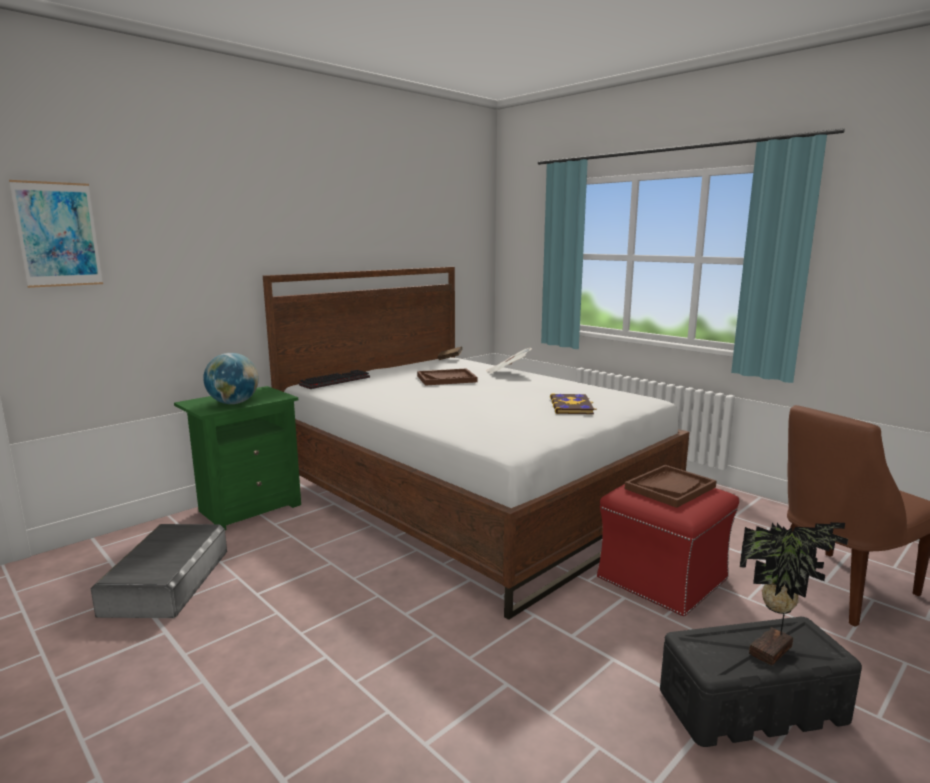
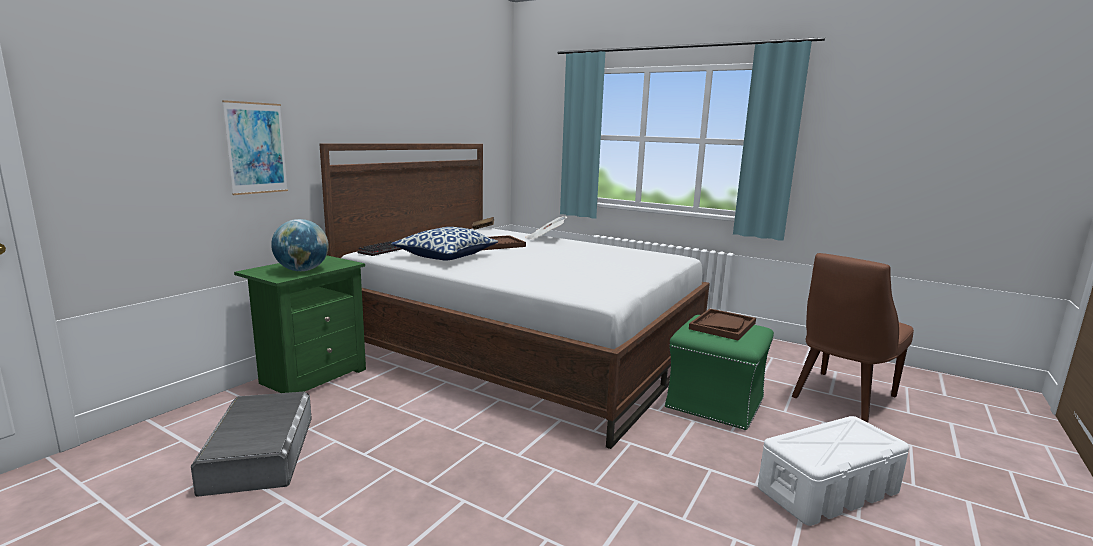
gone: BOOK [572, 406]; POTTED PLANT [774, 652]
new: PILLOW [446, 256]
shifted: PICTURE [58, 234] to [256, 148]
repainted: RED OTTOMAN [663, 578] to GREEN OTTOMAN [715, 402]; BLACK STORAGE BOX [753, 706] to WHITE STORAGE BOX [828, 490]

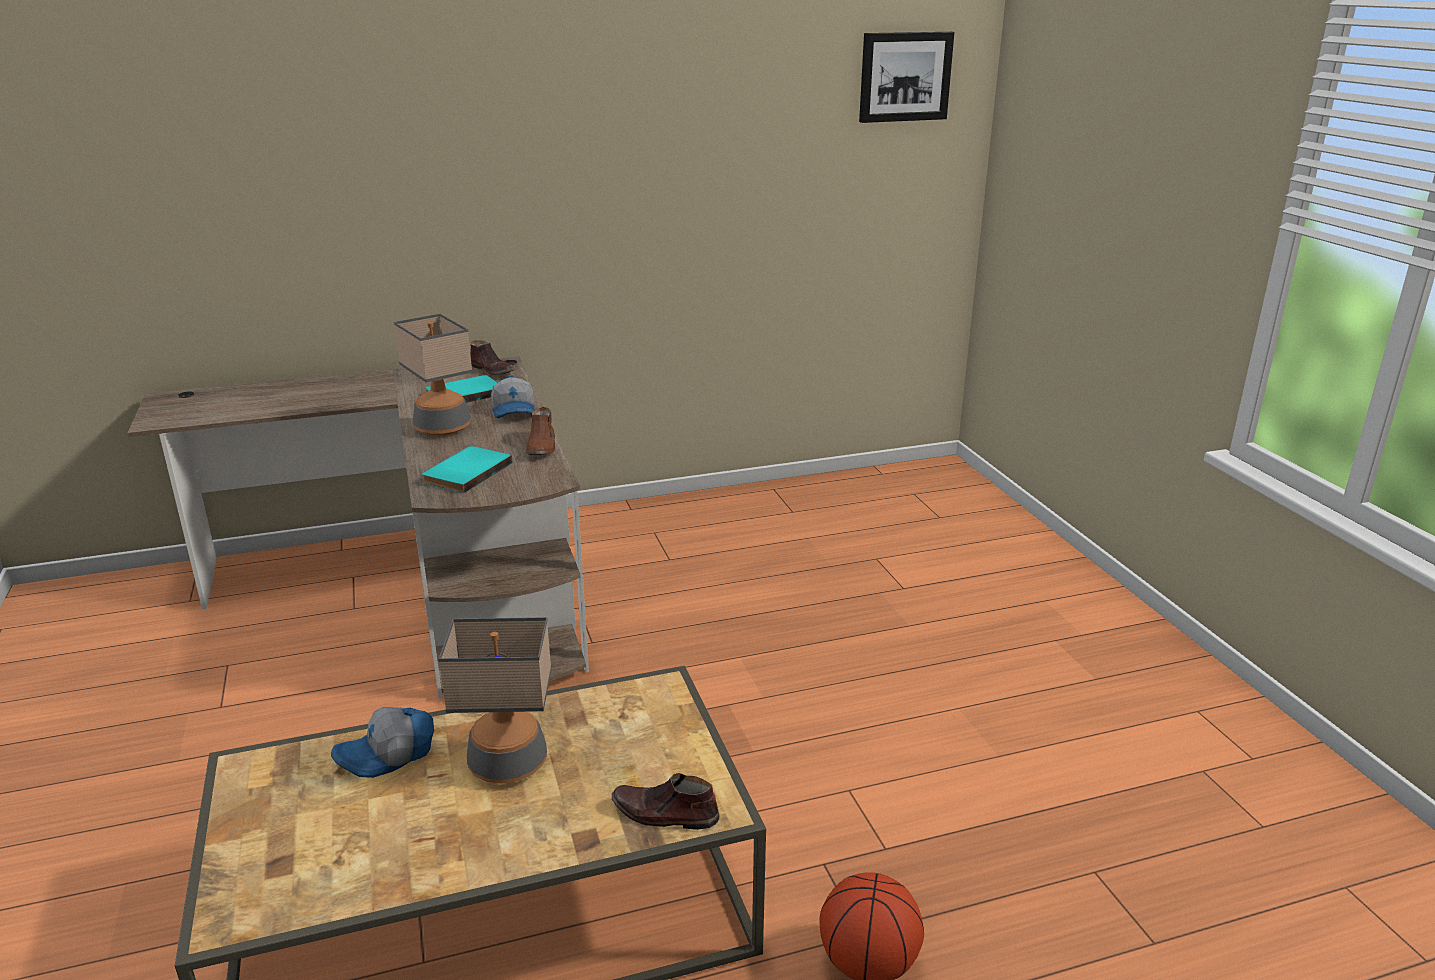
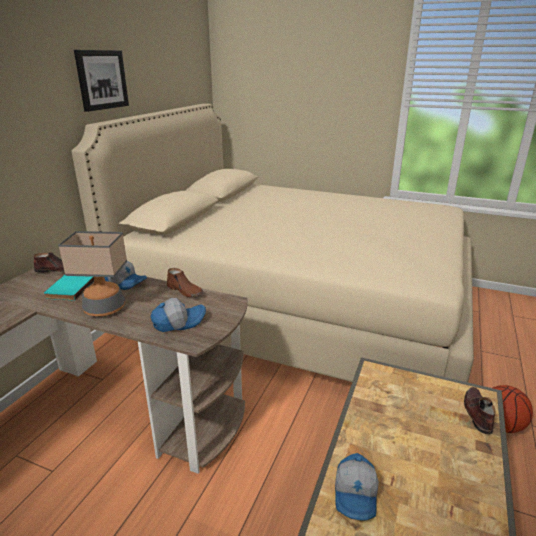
gone: TABLE LAMP [507, 763]
new: BEIGE BED [298, 309]
shifted: PICTURE [904, 77] to [101, 80]
swapped: TURQUOISE BOOK [465, 472] to CAP [178, 322]
rotated: BROWN SHOE [664, 814] = [477, 413] 135 degrees clockwise

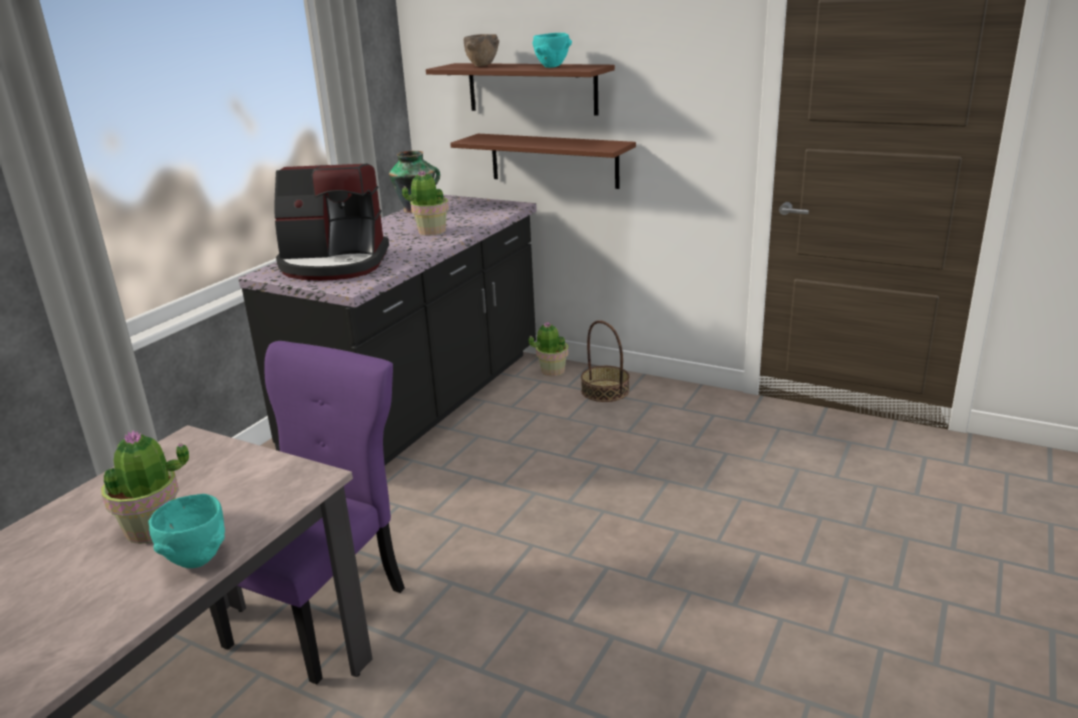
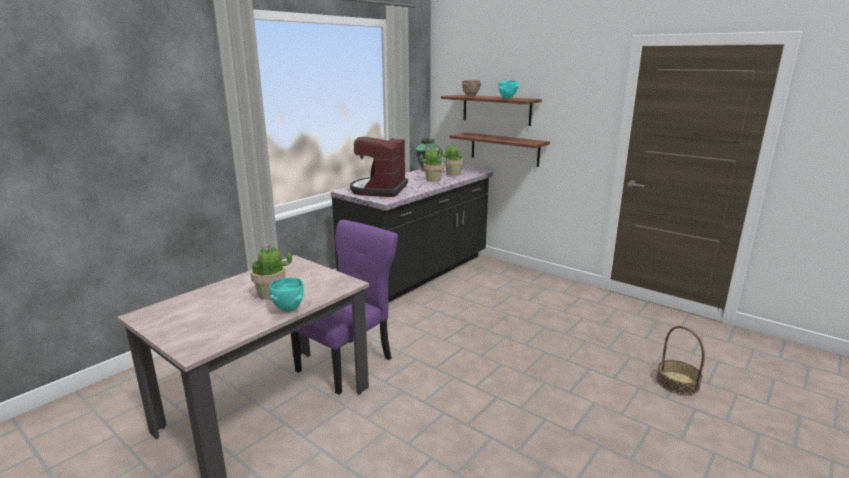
shifted: POTTED PLANT [552, 371] to [453, 174]; BASKET [605, 391] to [677, 383]
rotated: COFFEE MACHINE [334, 264] = [379, 190] 90 degrees clockwise

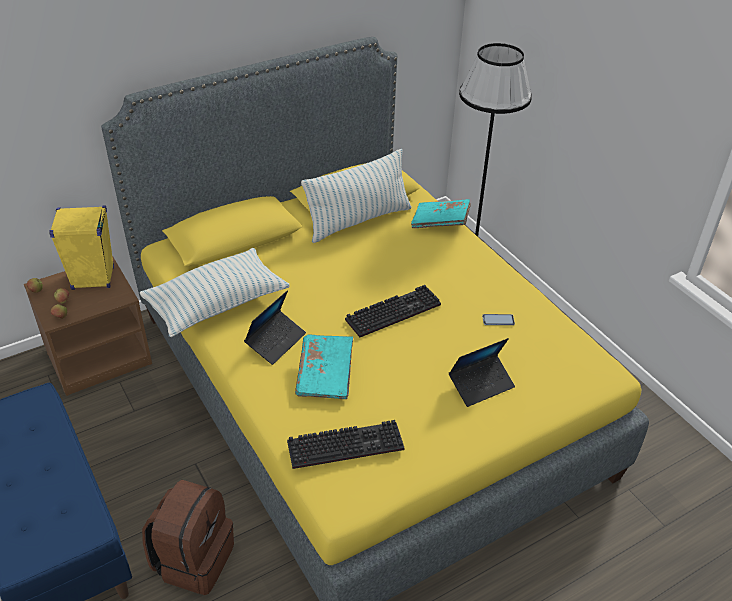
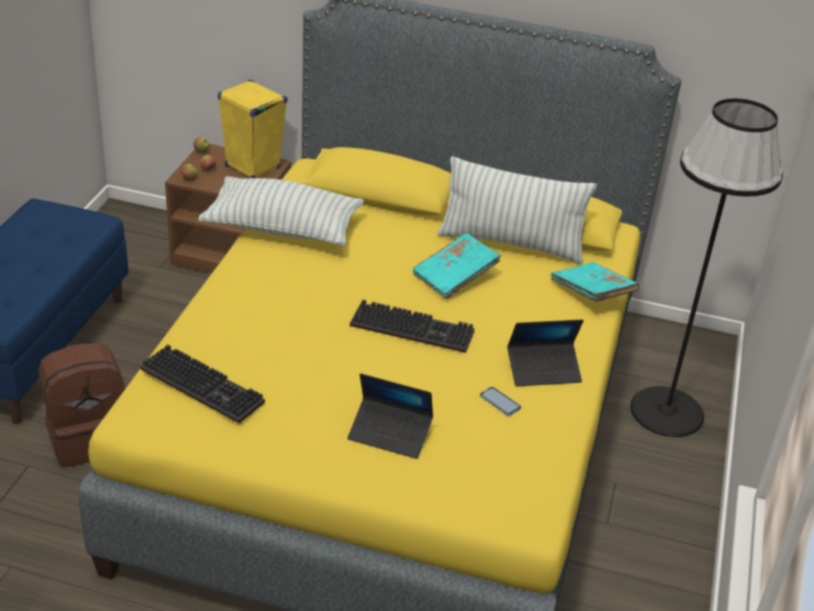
shifted: LAPTOP [276, 341] to [543, 370]; TURQUOISE BOOK [325, 375] to [455, 276]

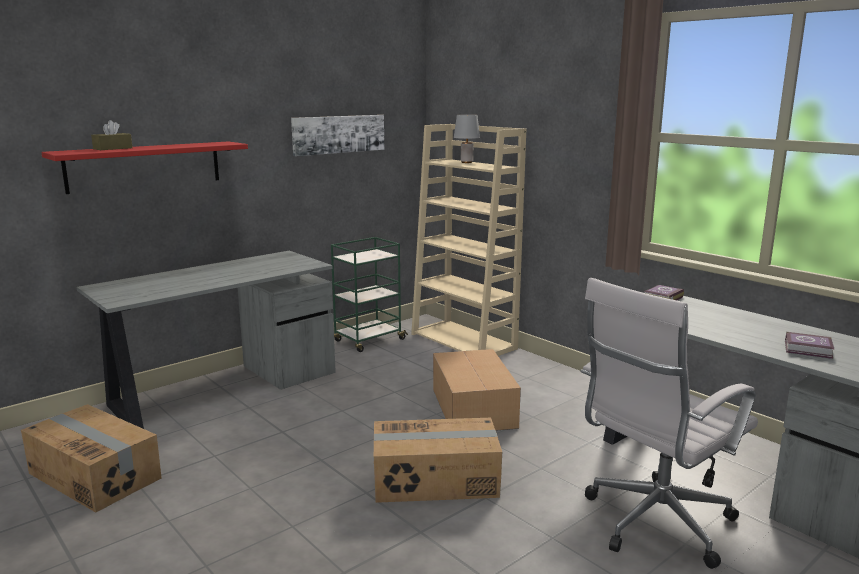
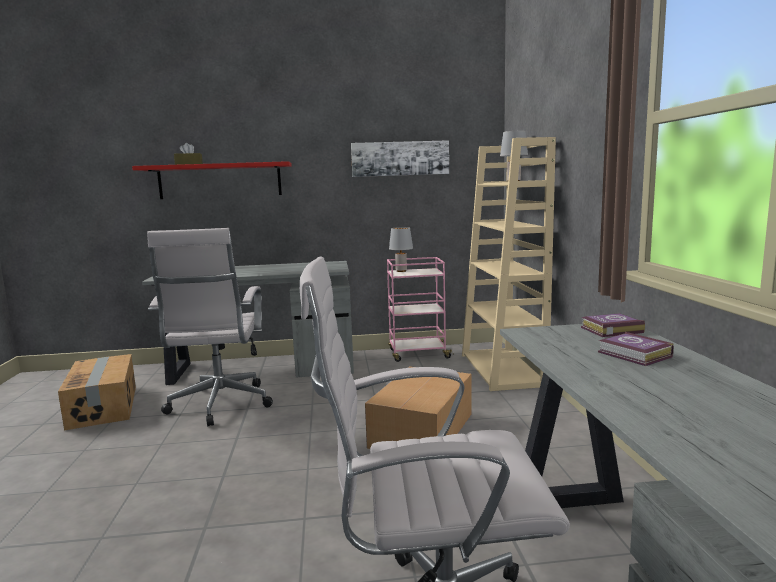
gone: CARDBOARD BOX [435, 480]
new: WHITE OFFICE CHAIR [219, 406]; GREY TABLE LAMP [401, 271]
shifted: BOOK [809, 350] to [635, 355]
repainted: GREEN CART [368, 340] to PINK CART [417, 354]

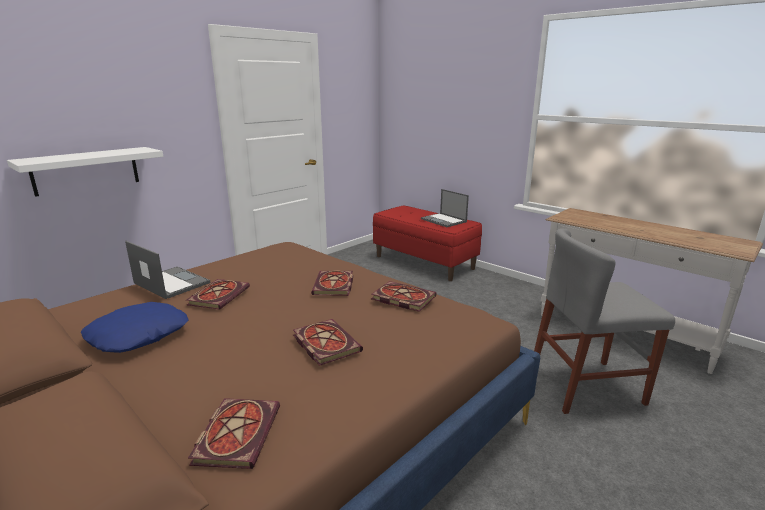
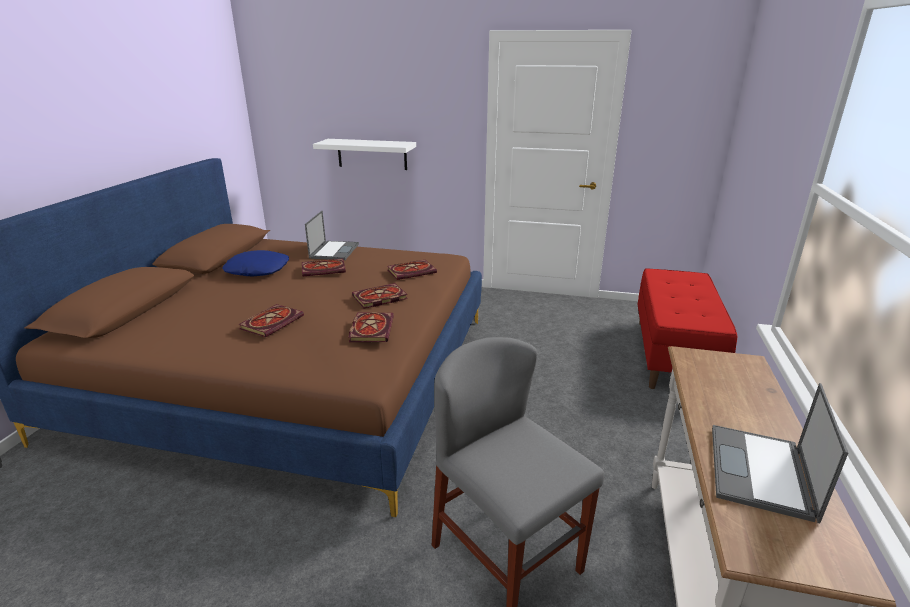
shifted: BOOK [237, 433] to [412, 271]; LAPTOP [444, 220] to [761, 472]

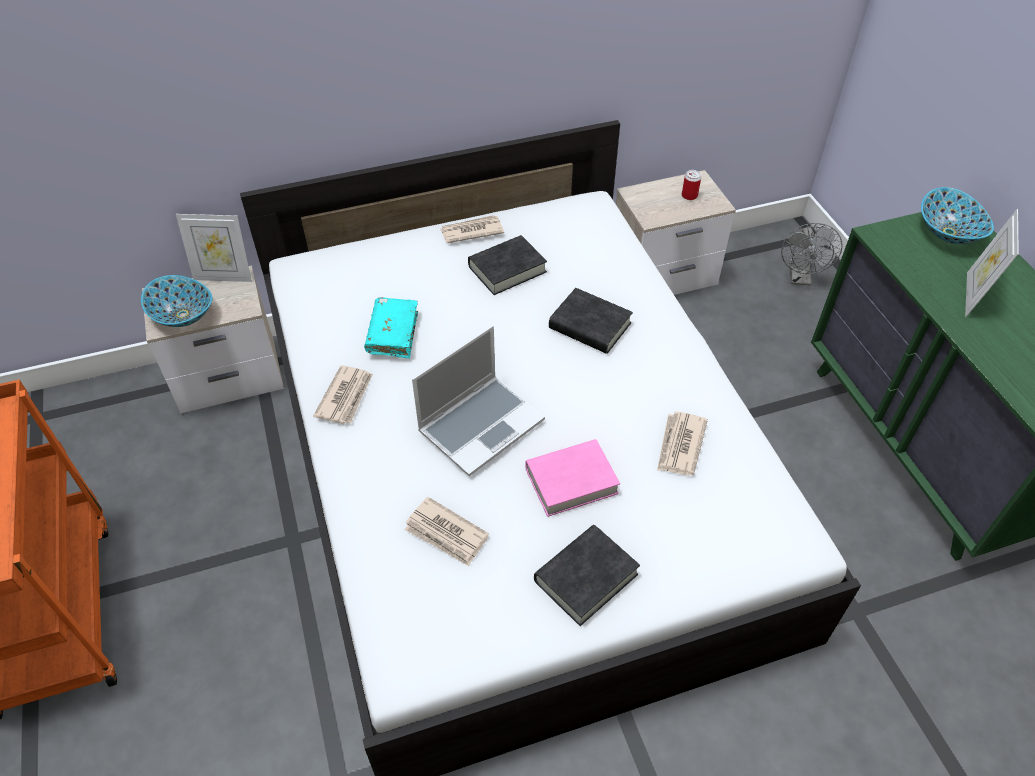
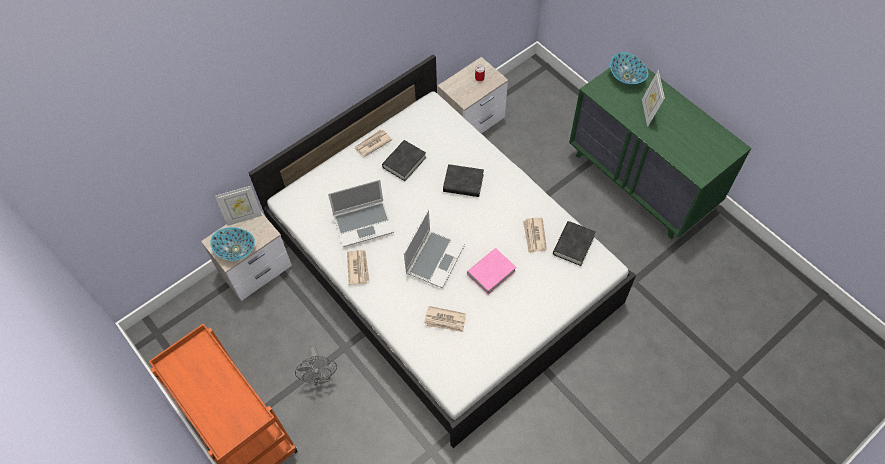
shifted: BLACK BOOK [586, 578] to [573, 245]; GREY FAN [800, 278] to [320, 376]
swapped: TURQUOISE BOOK [393, 334] to LAPTOP [364, 223]

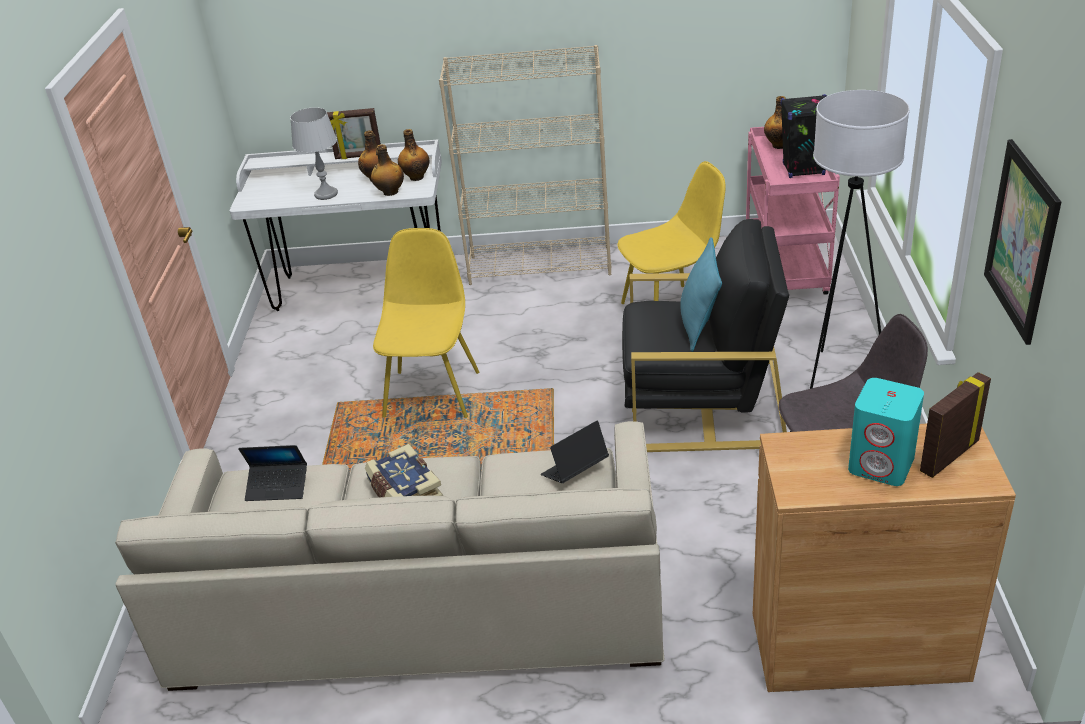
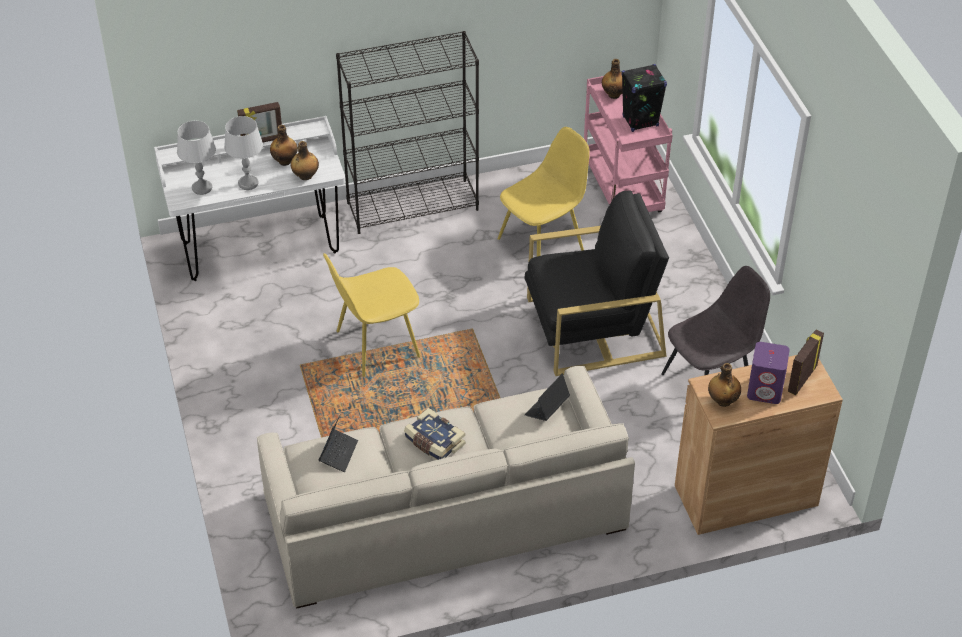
gone: TURQUOISE PILLOW [699, 326]; WHITE FLOOR LAMP [837, 378]; PICTURE [1021, 241]
new: GREY TABLE LAMP [201, 188]
shifted: BOTTLE [416, 177] to [722, 400]
repainted: BEIGE BOOKCASE [541, 265] to BLACK BOOKCASE [413, 206]; TURQUOISE SPEAKER [882, 464] to PURPLE SPEAKER [765, 390]
rotated: LAPTOP [278, 487] = [338, 453] 60 degrees counterclockwise; YELLOW CHAIR [432, 392] = [375, 345] 105 degrees counterclockwise

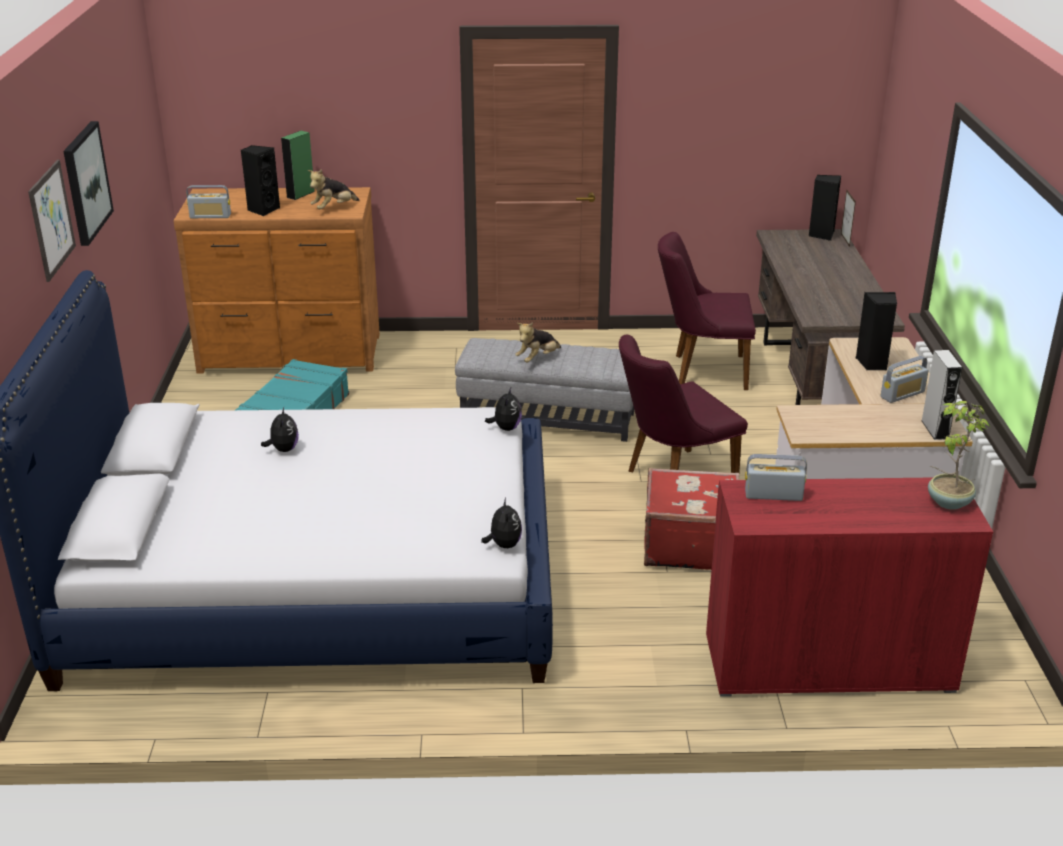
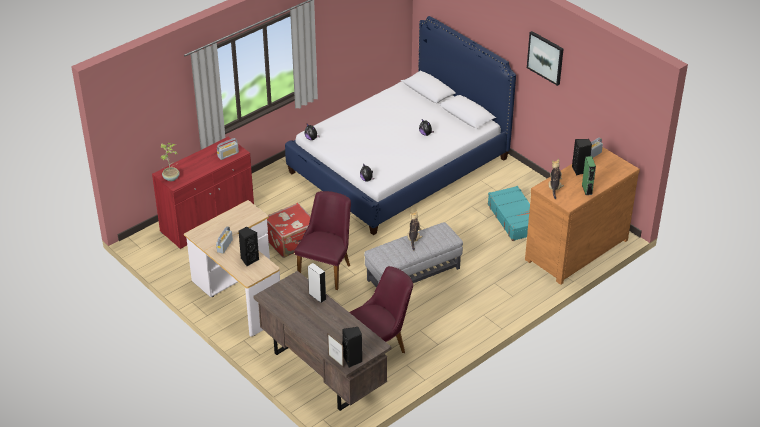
gone: PICTURE [51, 220]
shifted: GREY SPEAKER [935, 429] to [317, 296]

